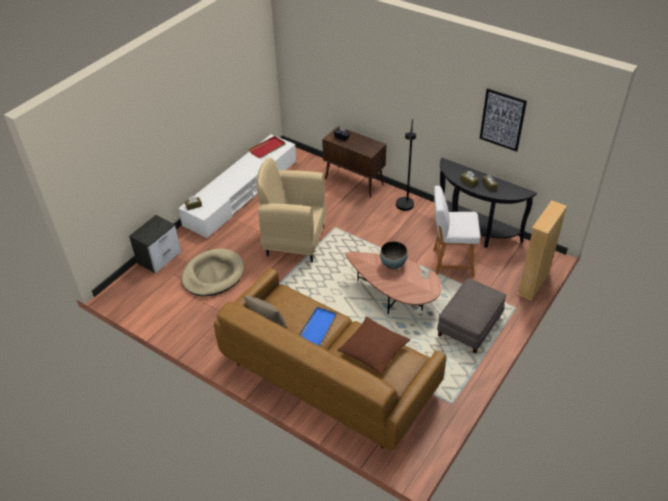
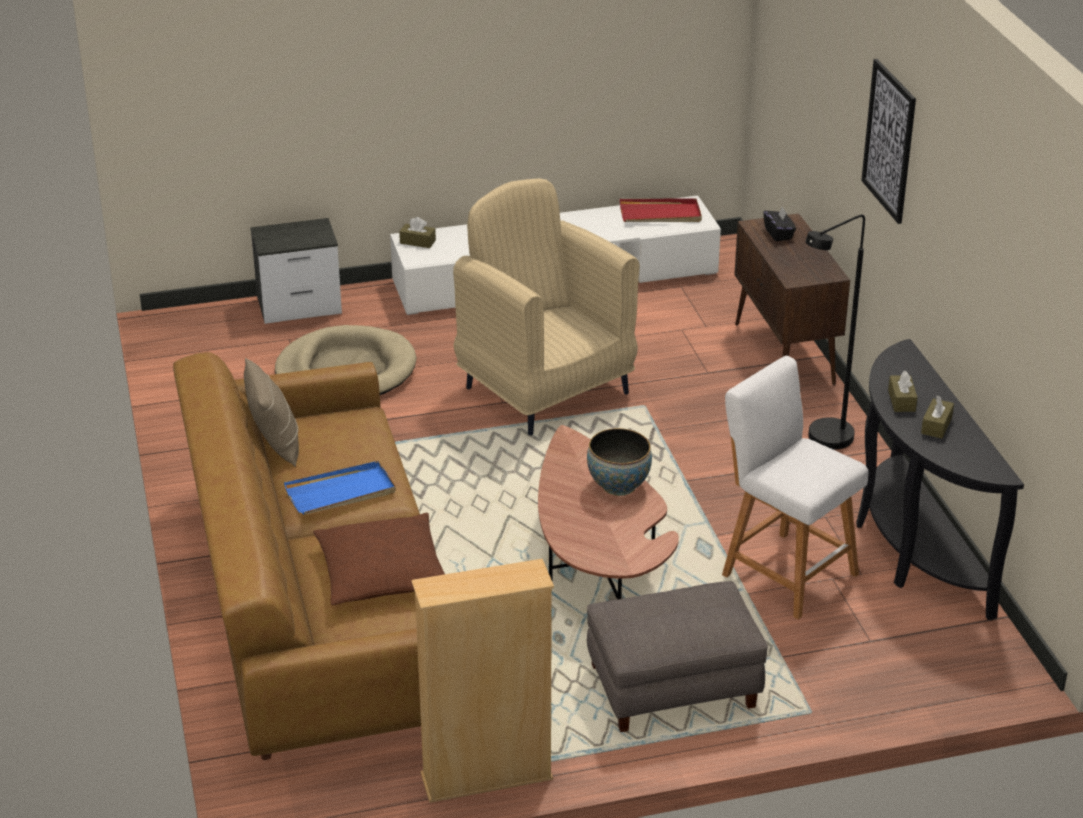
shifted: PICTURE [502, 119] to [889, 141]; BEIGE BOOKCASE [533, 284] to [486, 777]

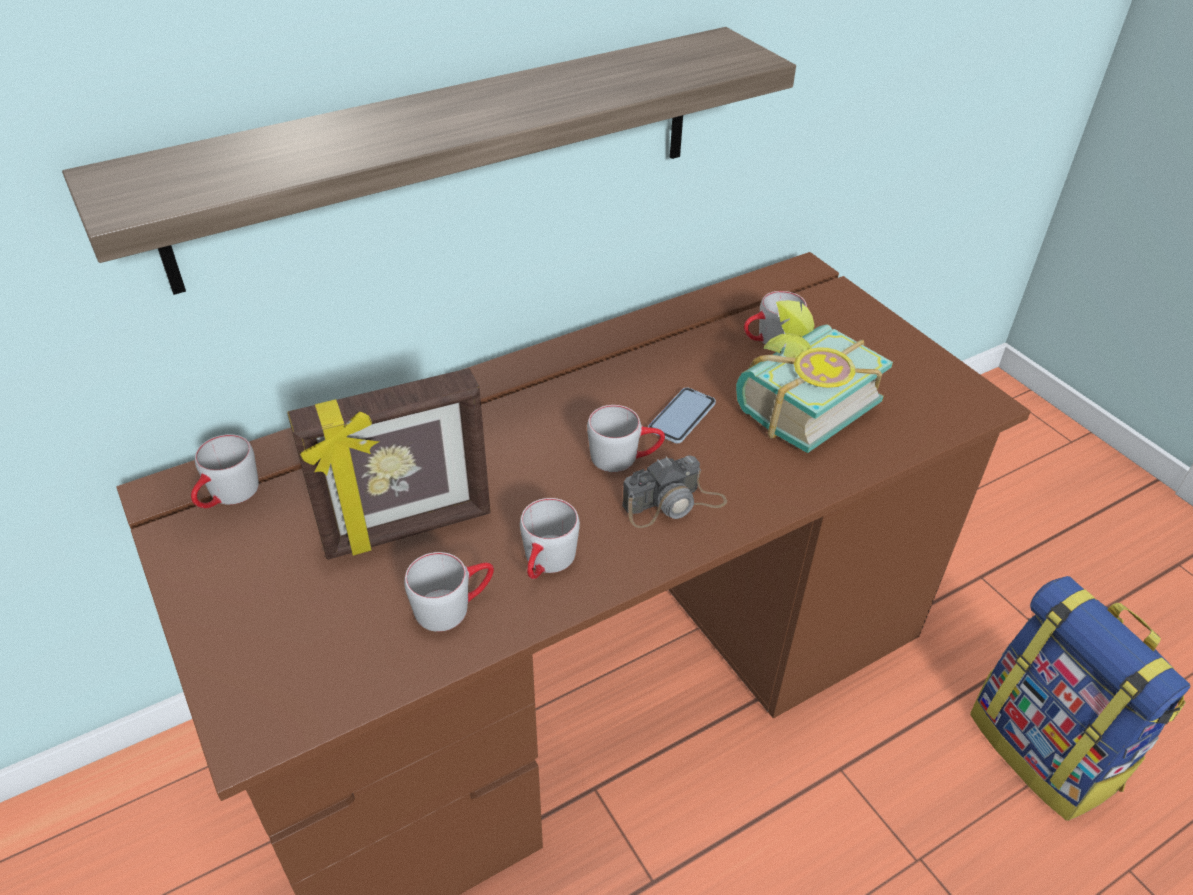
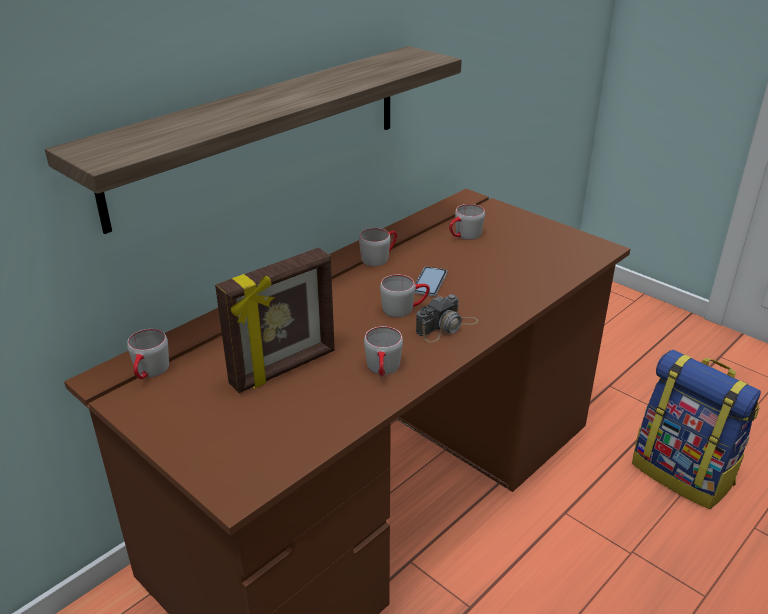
gone: BOOK [796, 402]
shifted: GREY MUG [454, 605] to [379, 257]

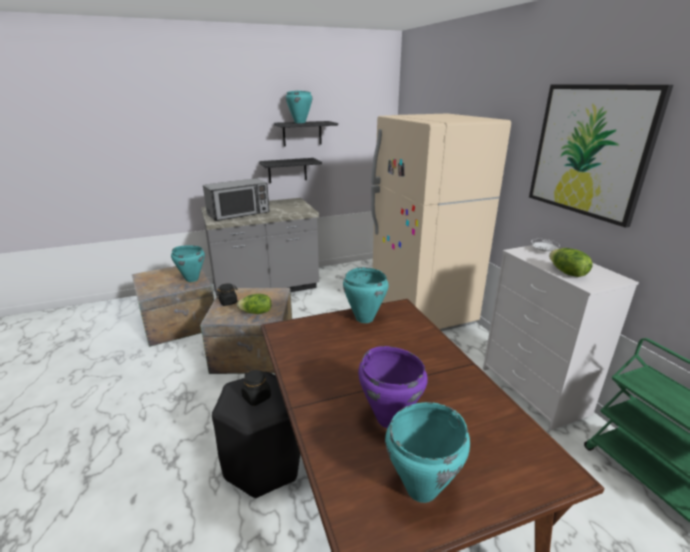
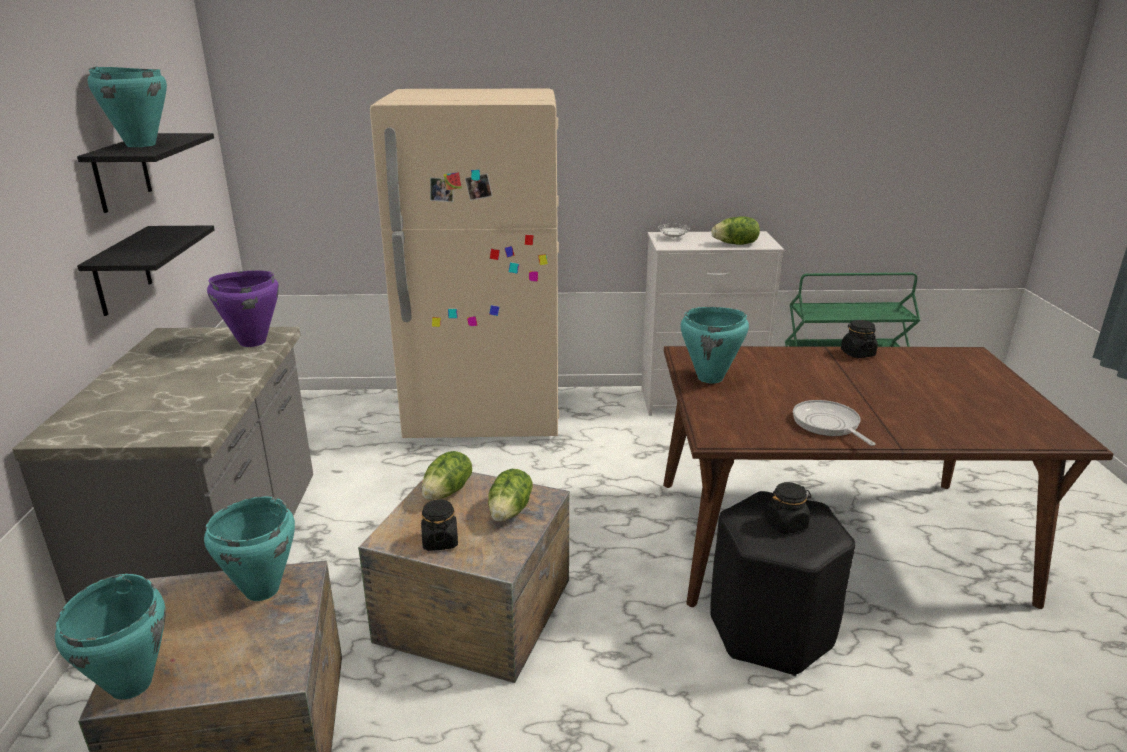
gone: MICROWAVE [239, 214]; PICTURE [590, 151]
new: LETTUCE [448, 492]; FRYING PAN [828, 425]; BLACK JAR [857, 353]
shifted: PURPLE COOKING POT [389, 418] to [252, 342]; TURQUOISE COOKING POT [422, 489] to [132, 684]

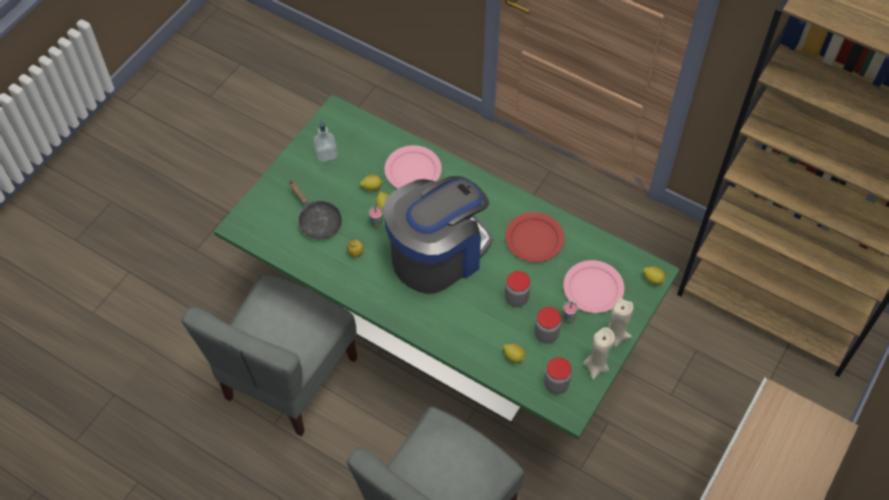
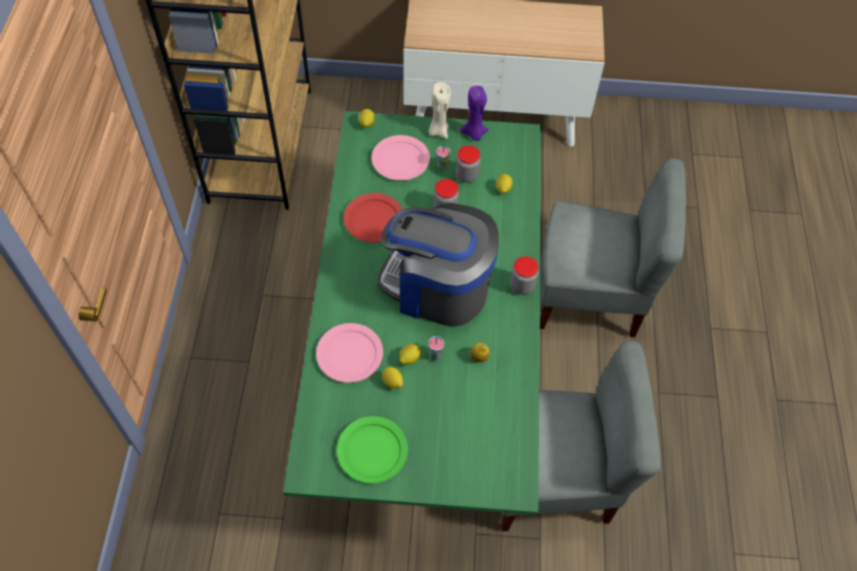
gone: BLACK FRYING PAN [317, 221]
shifted: JAR [556, 384] to [522, 286]
swapped: SOAP DISPENSER [326, 154] to GREEN PLATE [373, 450]
repainted: BEIGE CANDLE [596, 366] to PURPLE CANDLE [474, 134]

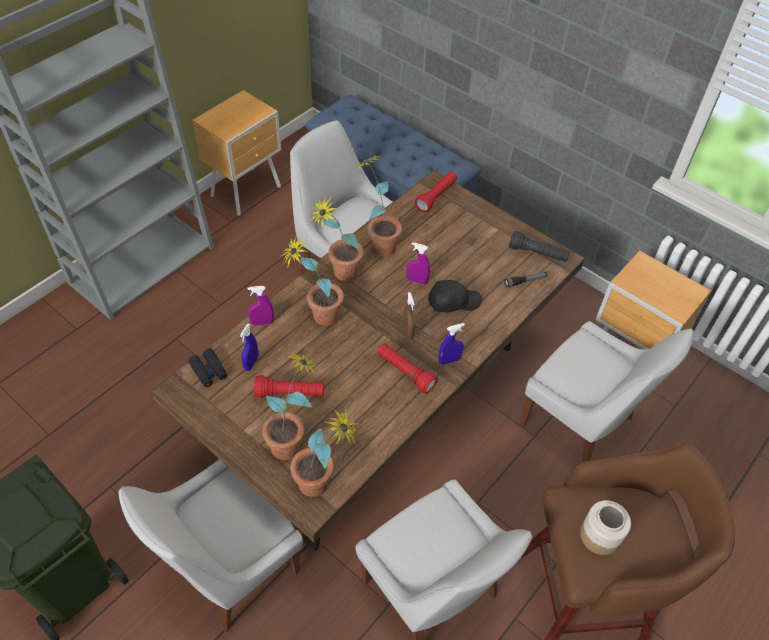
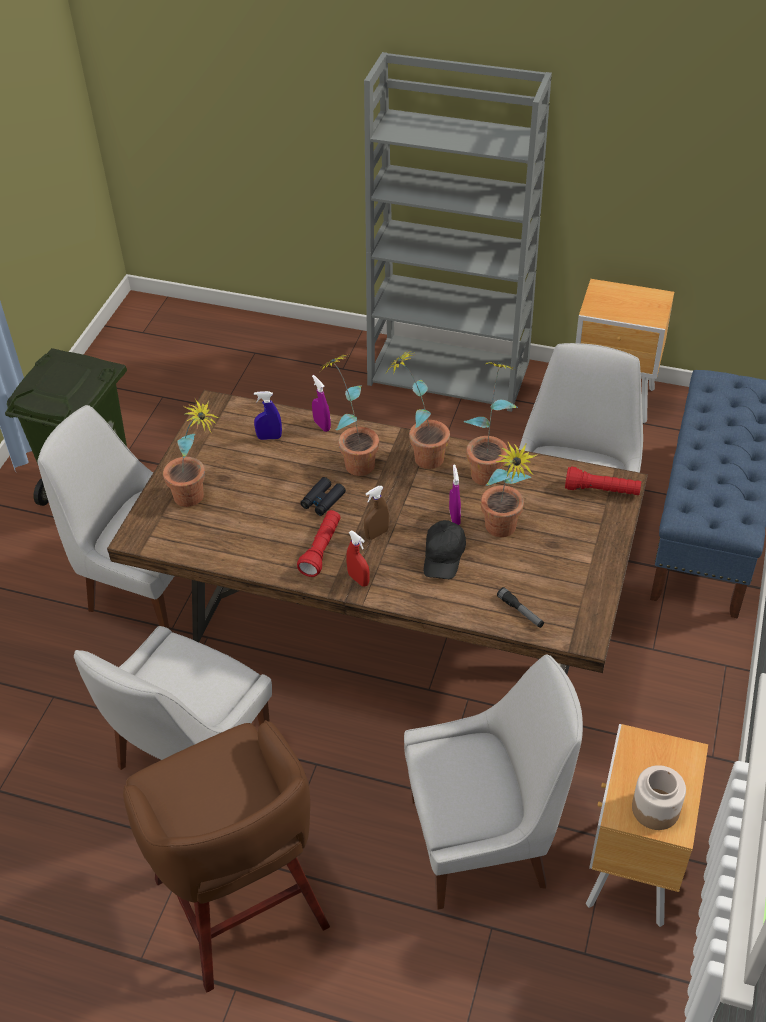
gone: RED FLASHLIGHT [290, 393]; BLACK FLASHLIGHT [537, 254]
shifted: BLACK BINOCULARS [209, 371] to [322, 501]; POTTED PLANT [323, 485] to [503, 533]; JAR [599, 535] to [655, 808]
repainted: BLUE SPRAY BOTTLE [449, 360] to RED SPRAY BOTTLE [358, 579]
rotated: BLACK CAP [452, 302] = [444, 556] 45 degrees clockwise; WHITE CHAIR [580, 424] = [484, 841] 120 degrees counterclockwise

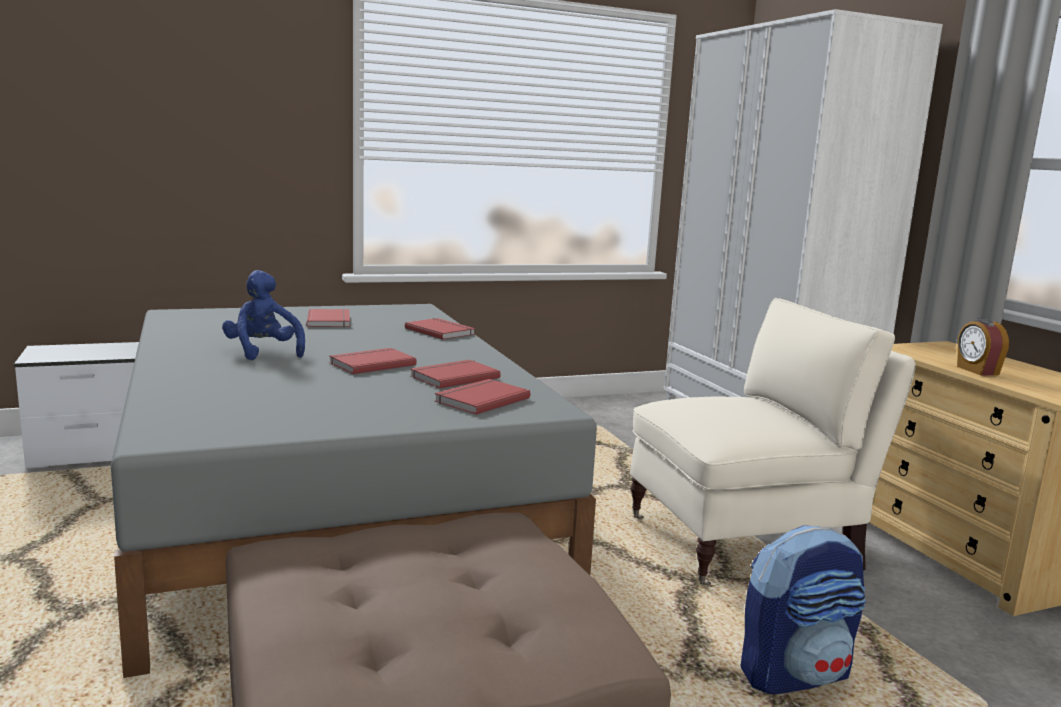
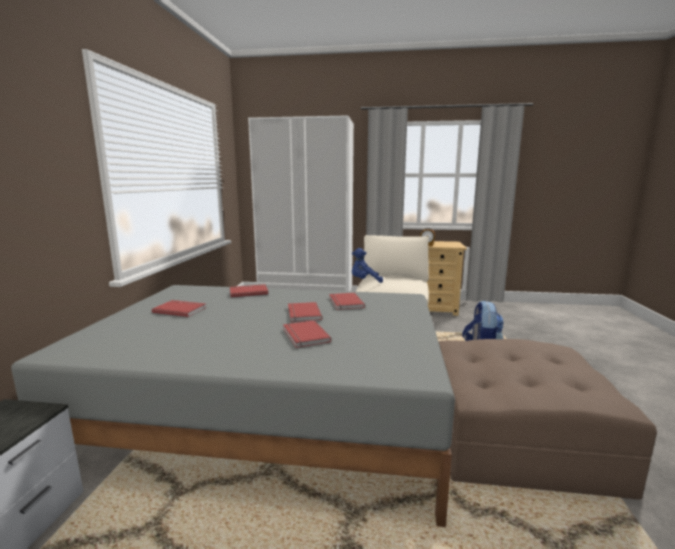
shifted: BLUE PLUSH TOY [263, 352] to [364, 281]; RED BOOK [480, 399] to [304, 336]

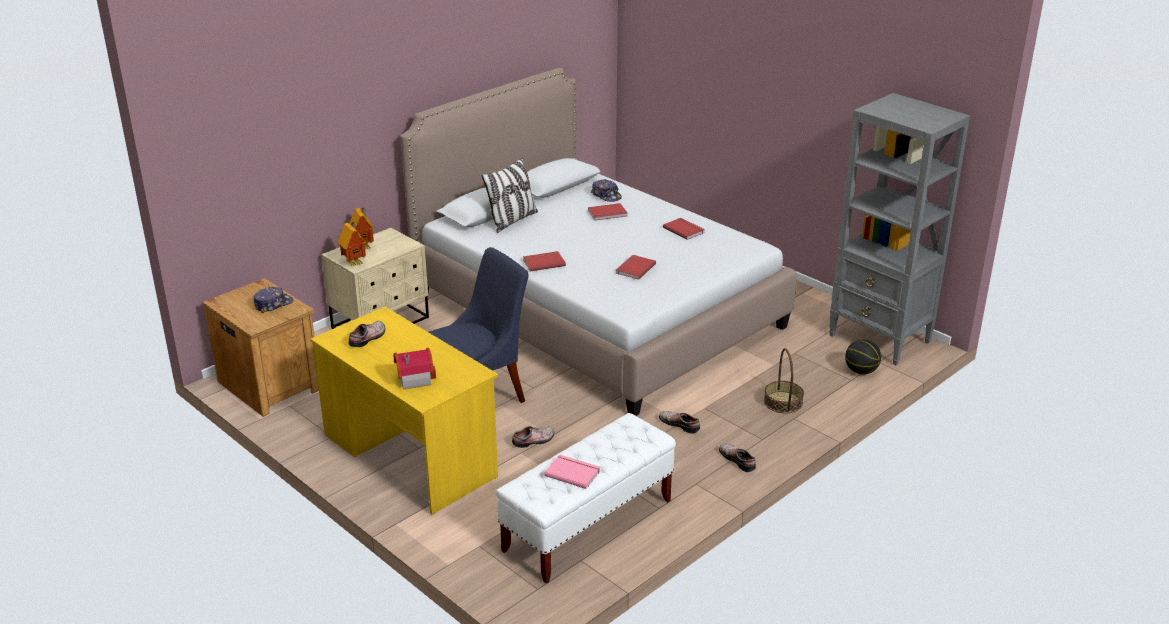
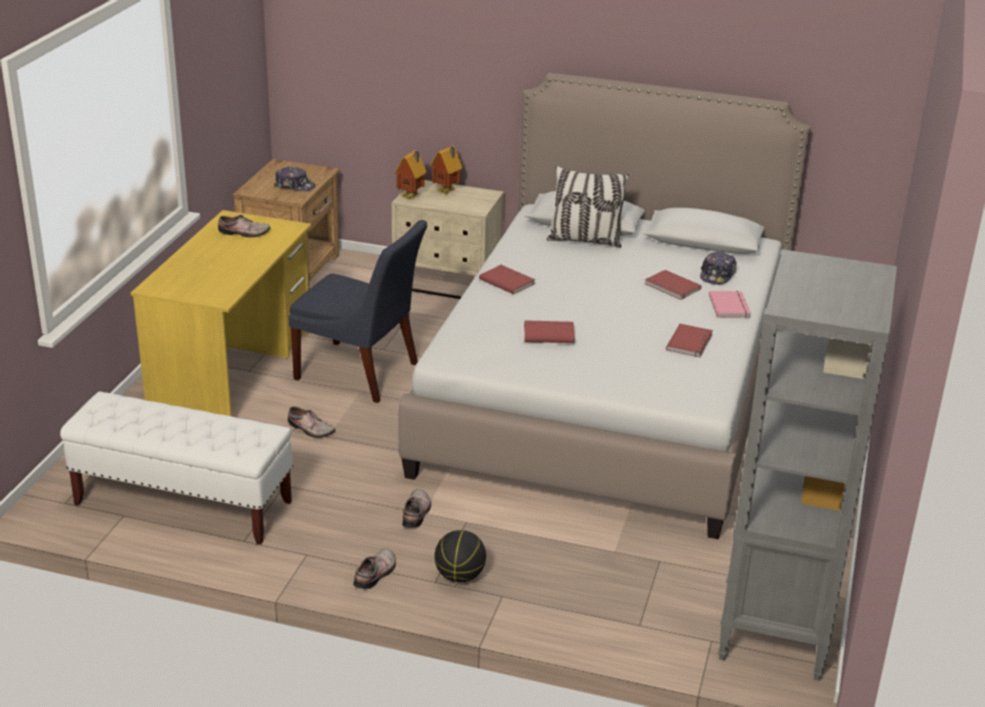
gone: TOY HOUSE [413, 378]; BASKET [783, 402]
shifted: PINK BOOK [573, 472] to [730, 306]; BASKETBALL [861, 371] to [459, 576]

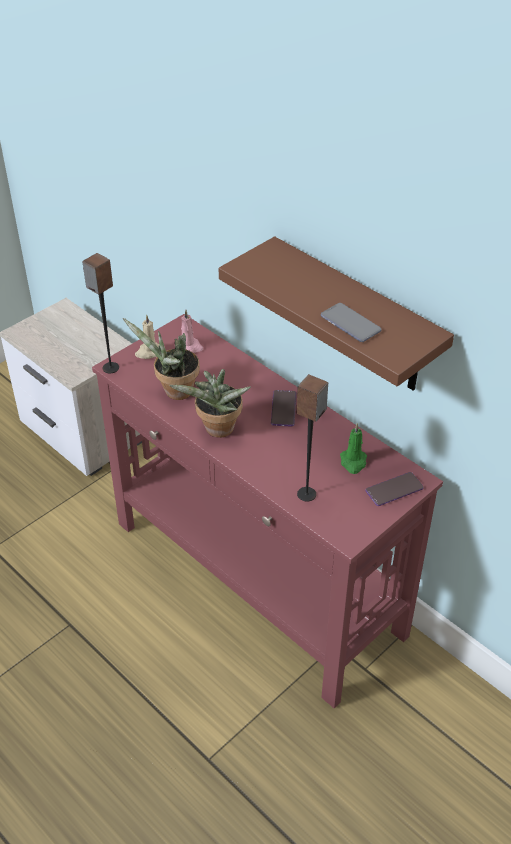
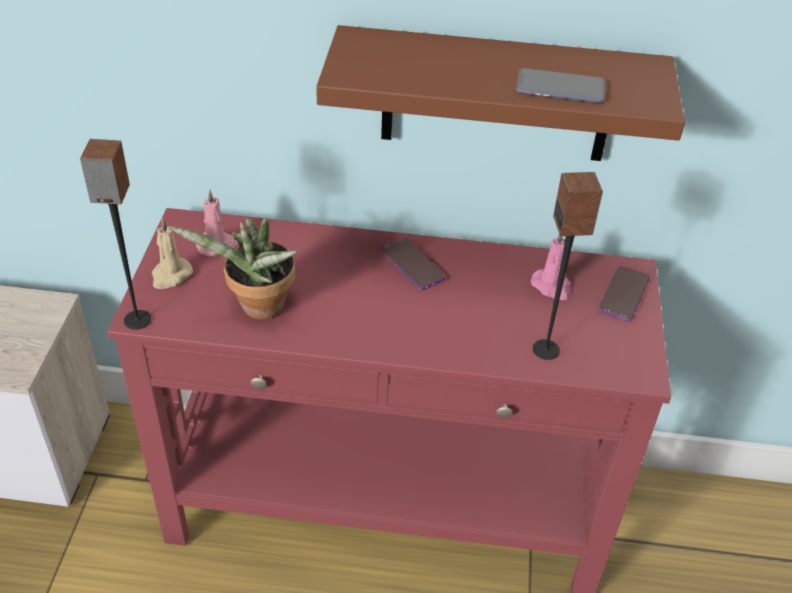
gone: POTTED PLANT [217, 431]
repainted: GREEN CANDLE [353, 462] to PINK CANDLE [552, 286]

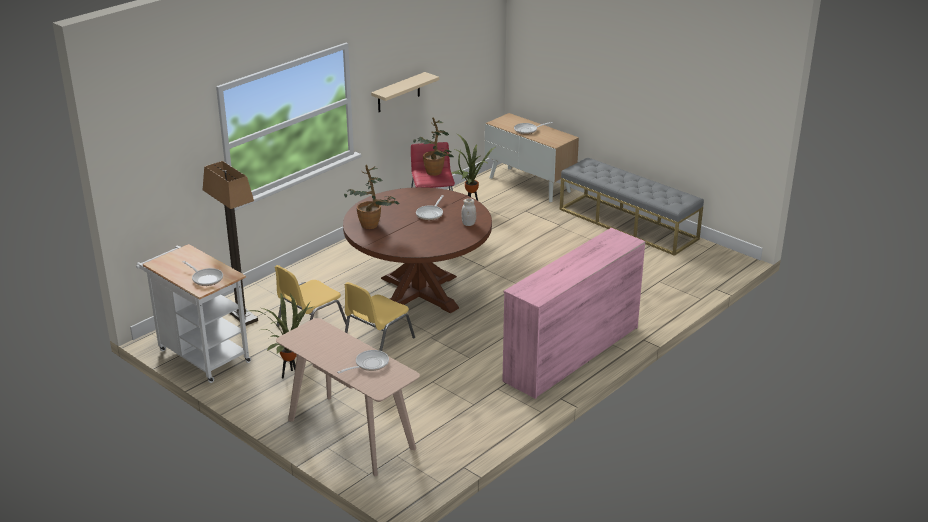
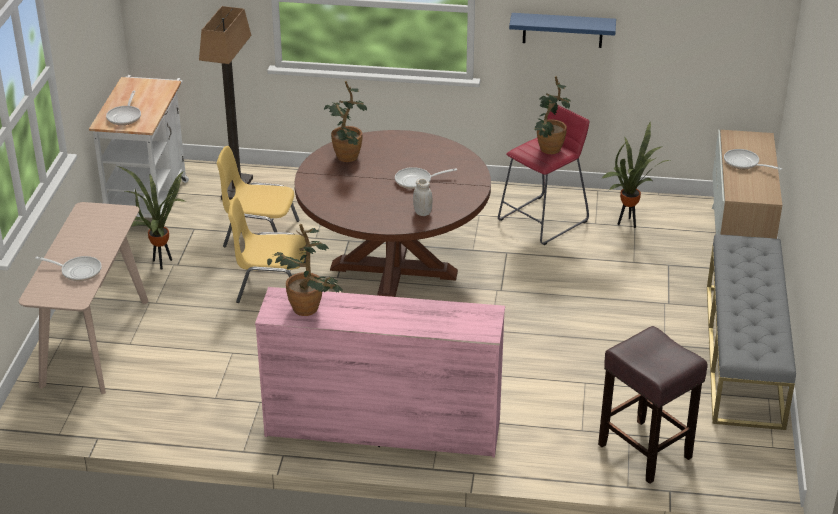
new: POTTED PLANT [308, 312]; BROWN STOOL [646, 452]
repainted: BEIGE SHELF [398, 93] to BLUE SHELF [562, 30]

